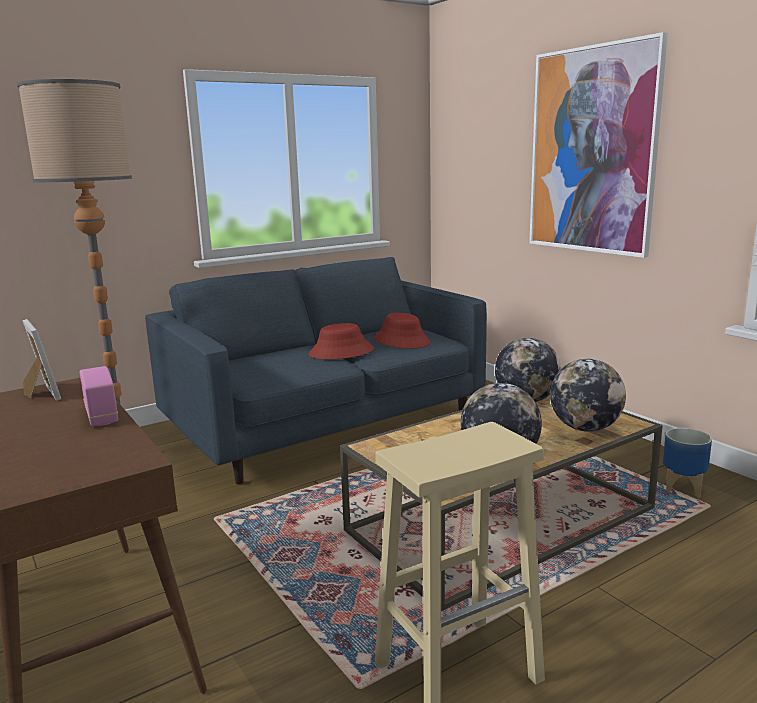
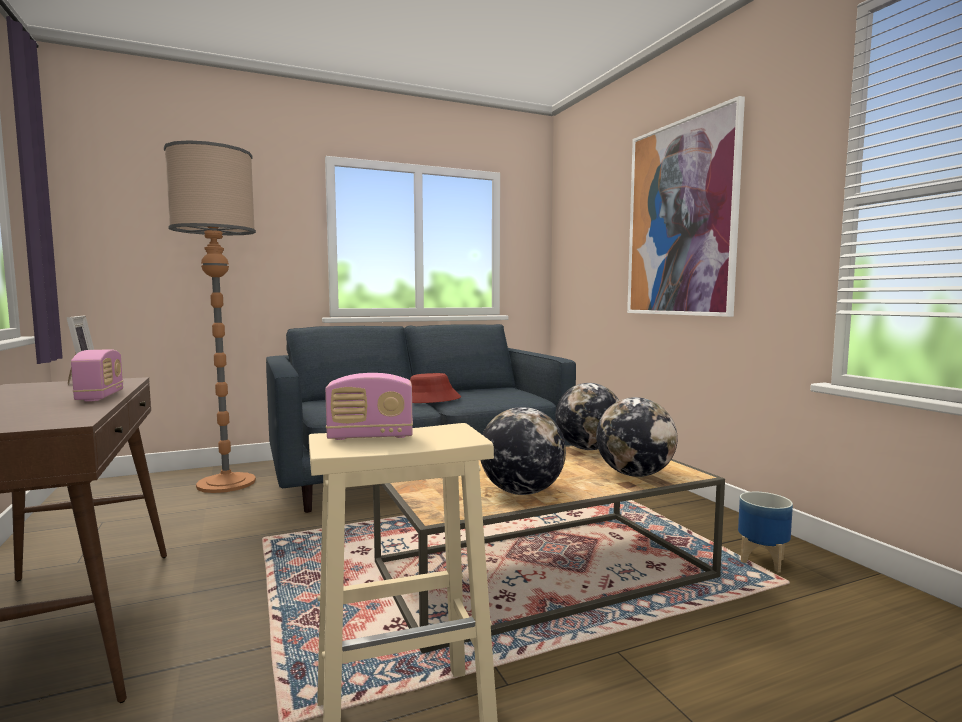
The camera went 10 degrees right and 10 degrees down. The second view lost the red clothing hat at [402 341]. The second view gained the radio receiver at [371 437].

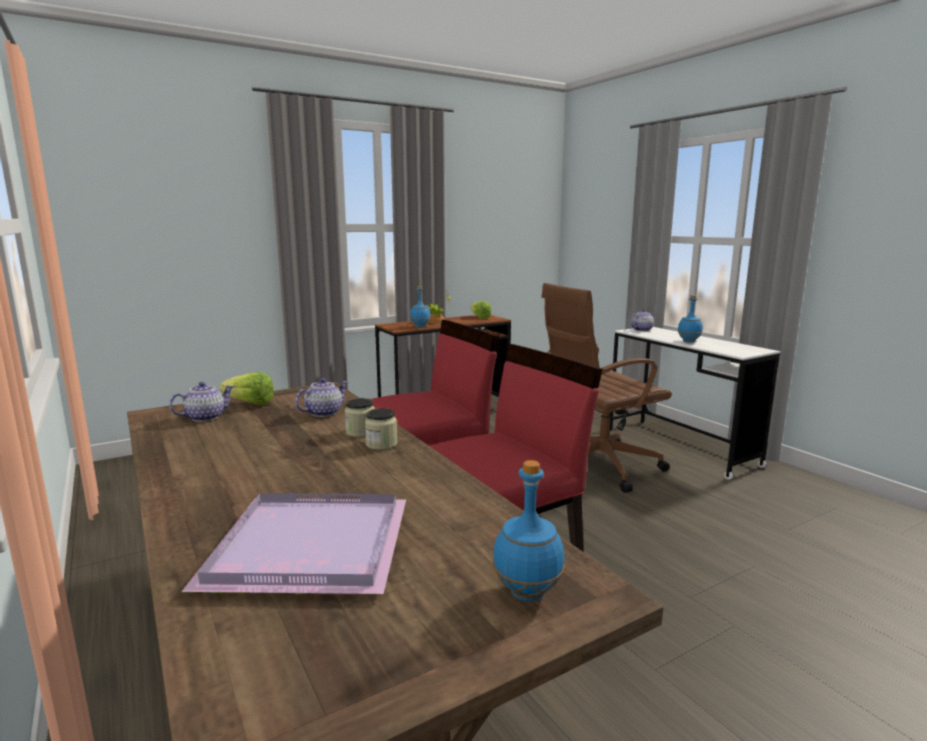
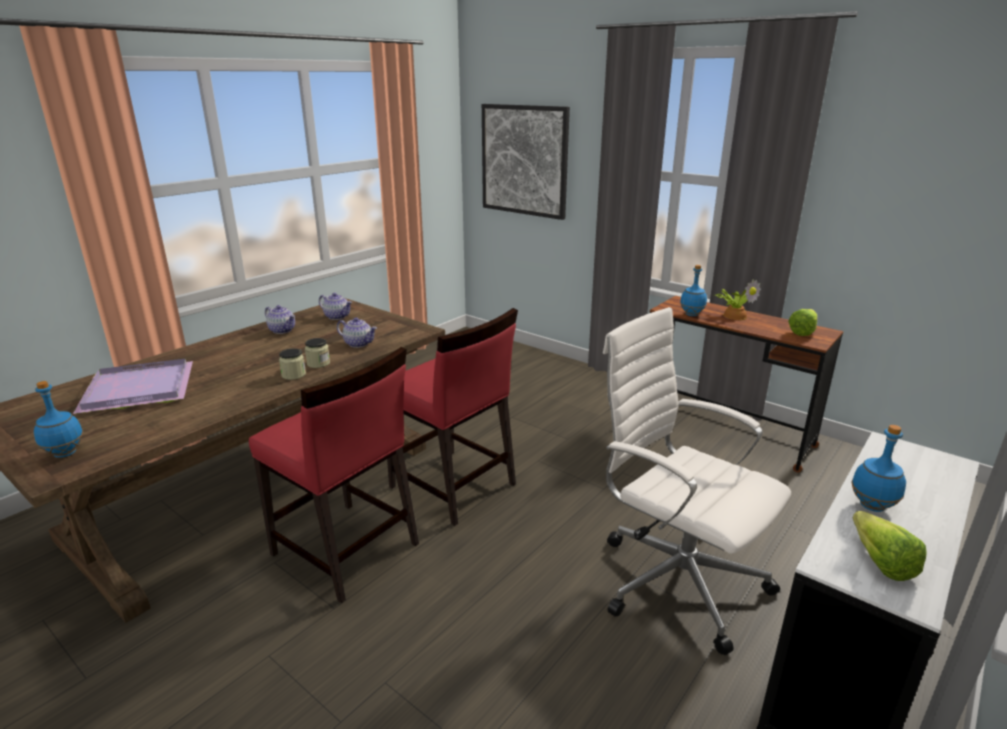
The camera went 70 degrees right and 10 degrees up. The second view gained the wall art at [524 160]. The lettuce head ended up elsewhere, having gone from [246 403] to [877 558]. The teapot ended up elsewhere, having gone from [641 330] to [282 330]. What was the brownish office chair at [598 466] turned into the white office chair at [676 579].

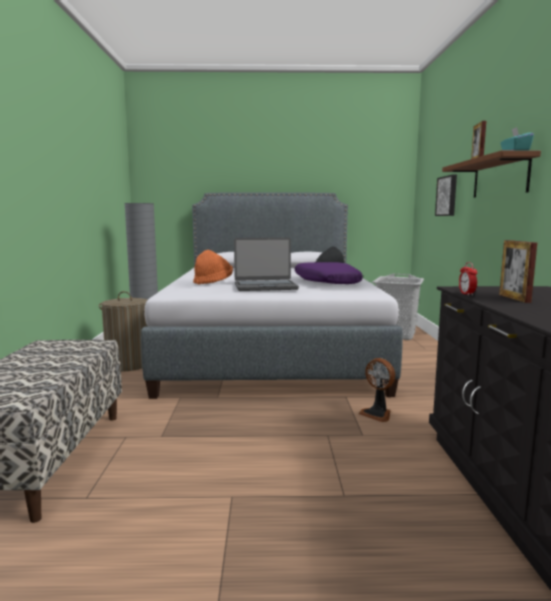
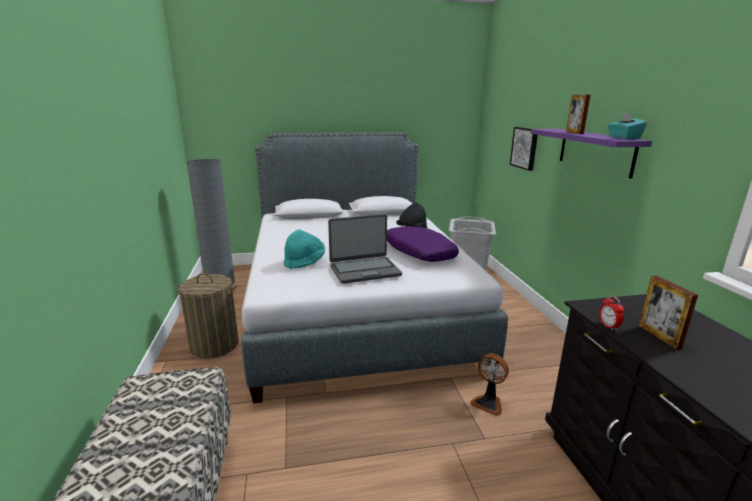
The camera went 10 degrees left and 10 degrees up. What was the orange clothing hat at [213 282] turned into the blue-green clothing hat at [304 262]. What was the brownish bracket shelf at [500 177] turned into the purplish bracket shelf at [595 151].

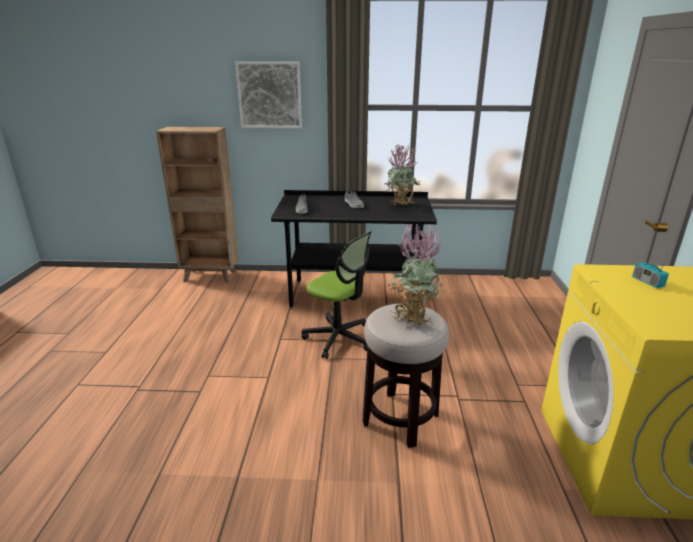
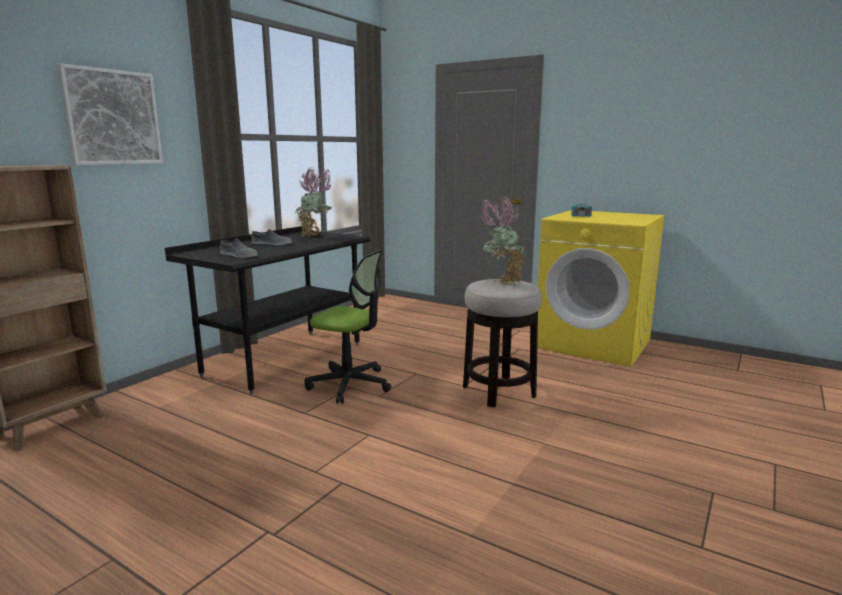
The camera went 60 degrees left and 10 degrees down. The office chair at [338 338] ended up facing another way, 45 degrees clockwise from before.

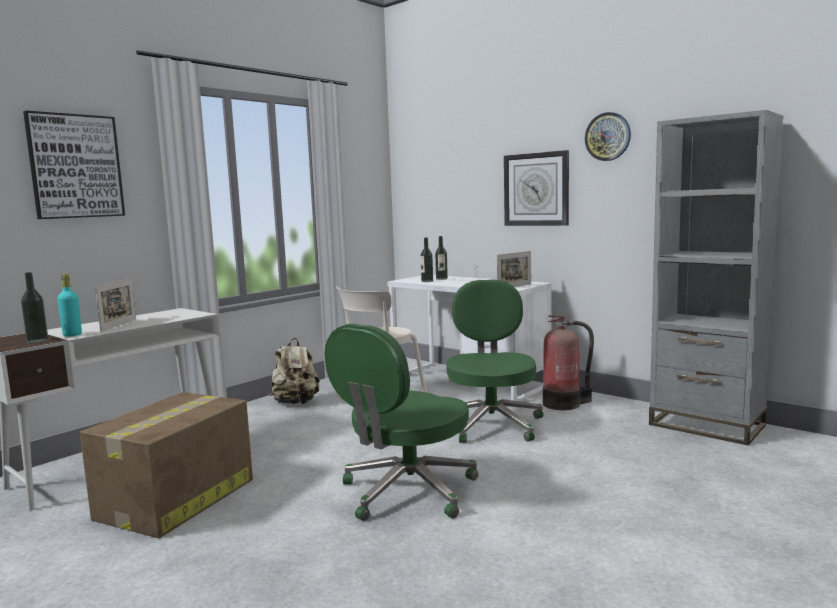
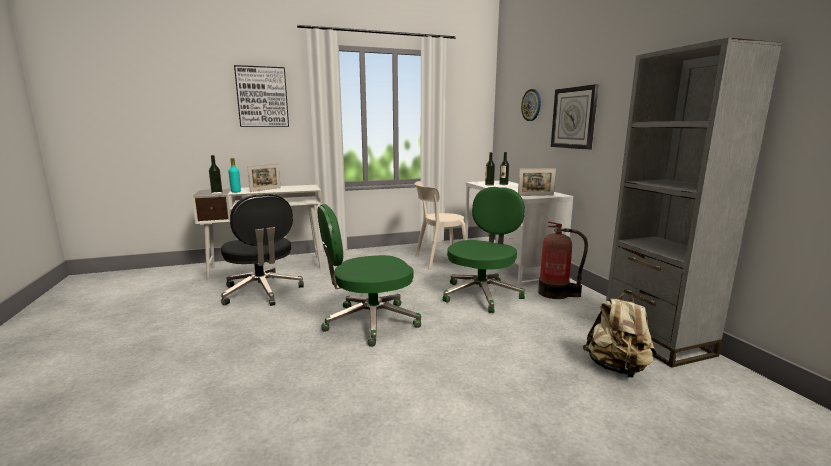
The camera went 30 degrees right and 5 degrees up. The beige backpack ended up elsewhere, having gone from [296 403] to [616 368]. The hanging clock ended up elsewhere, having gone from [608 136] to [531 105]. Where the carton stood at [175 500], the black office chair came to stand at [262 292].

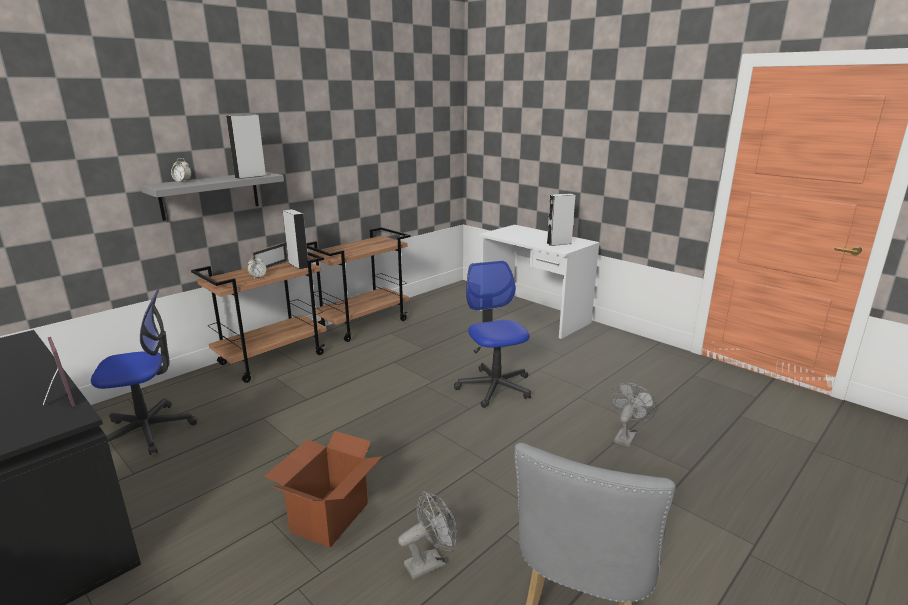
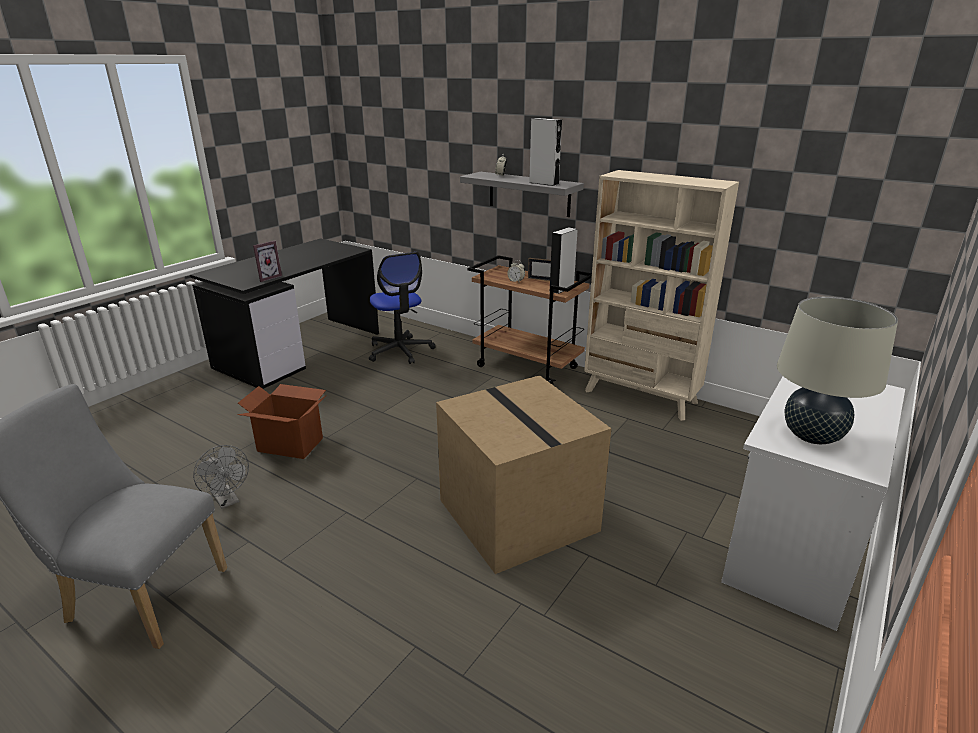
The camera went 80 degrees right and 5 degrees up. The second view lost the grey fan at [626 436]. Where the brownish cart stood at [363 324], the beige shelving unit came to stand at [640 397]. Where the office chair stood at [494 387], the carton came to stand at [520 515]. Where the grey speaker stood at [559 243], the beige lamp for a table came to stand at [812 436].

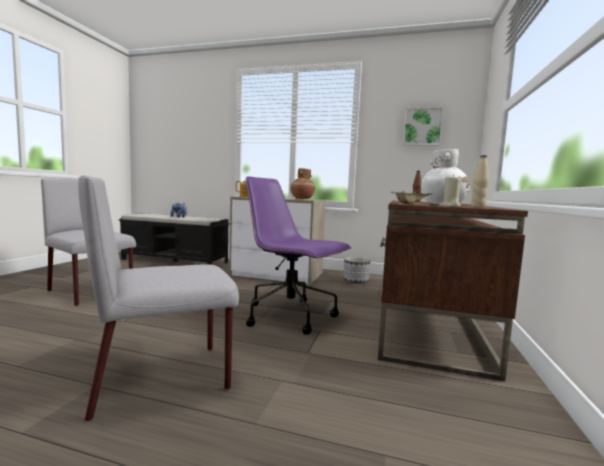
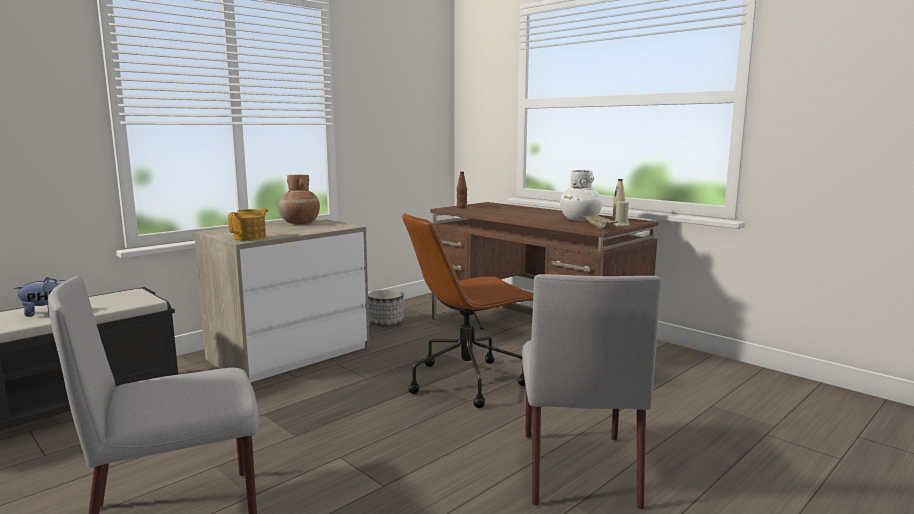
The camera went 60 degrees left and 5 degrees up. The second view lost the wall art at [422 127]. What was the purplish office chair at [291 316] turned into the brownish office chair at [468 381].

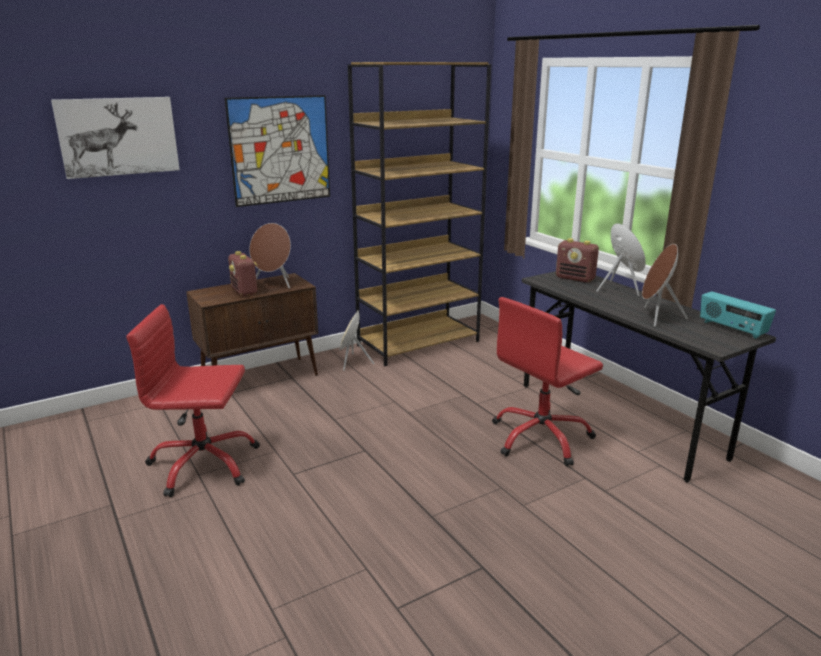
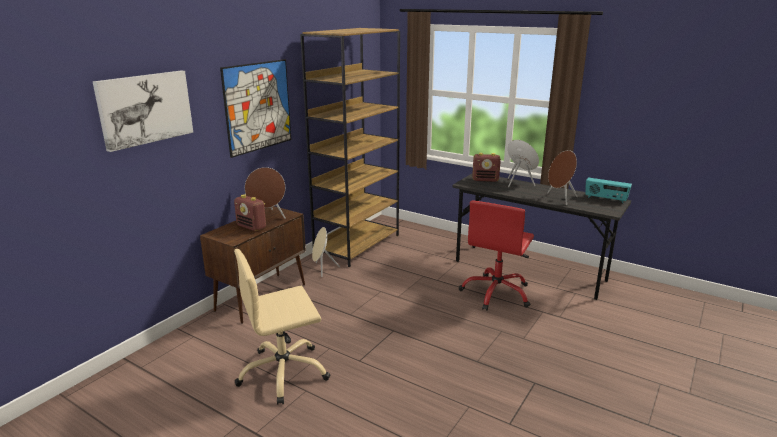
The camera went 25 degrees left and 0 degrees up. What was the red office chair at [203 464] turned into the beige office chair at [283 373].

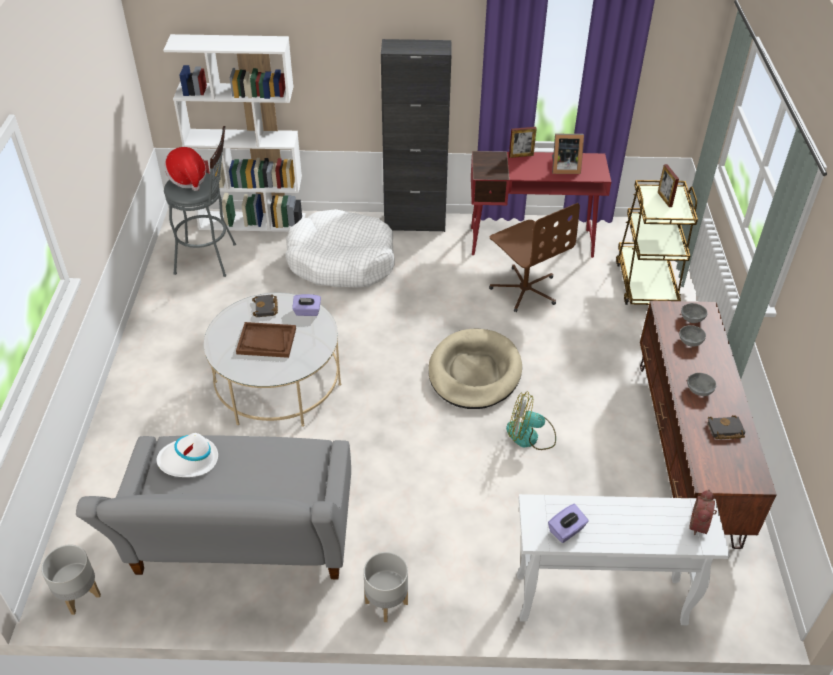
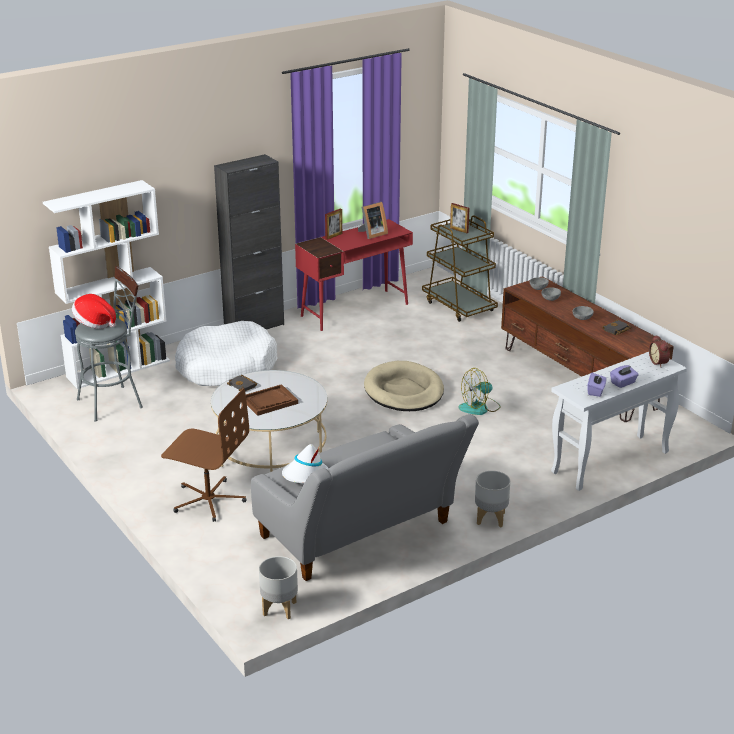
The camera went 35 degrees left and 15 degrees down. The purplish box of tissues ended up elsewhere, having gone from [307 312] to [623 383]. The brownish office chair ended up elsewhere, having gone from [525 289] to [208 500].

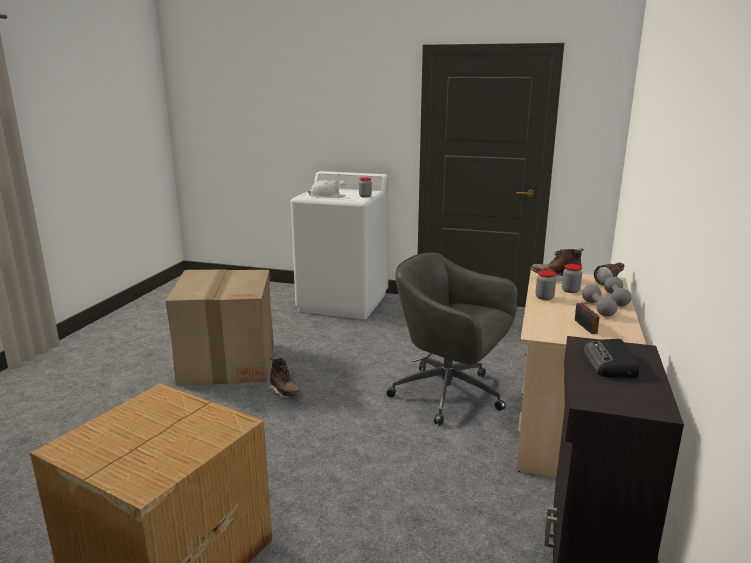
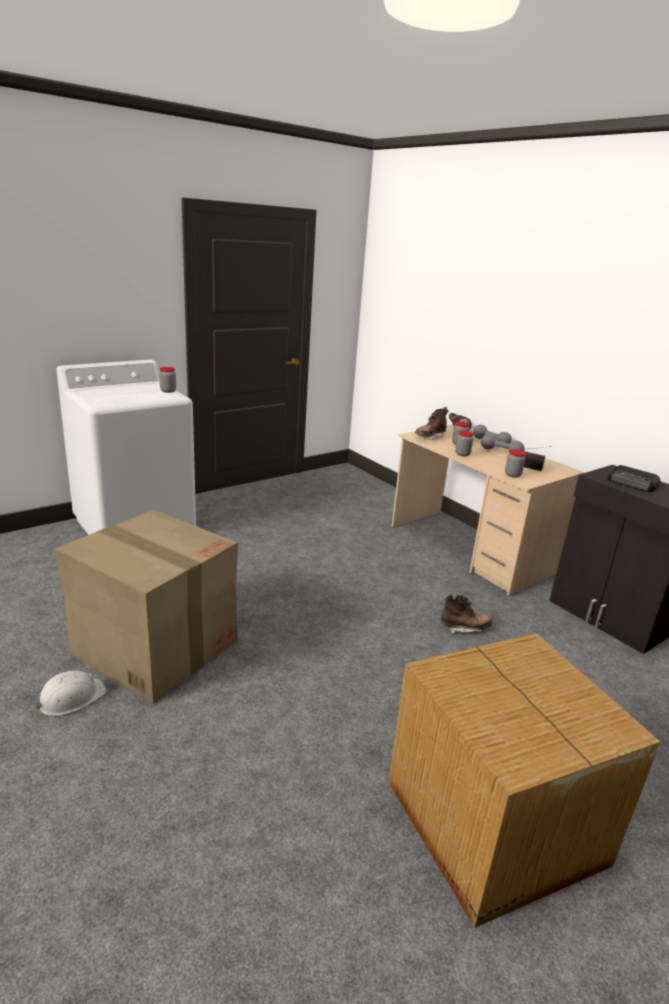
The camera went 55 degrees left and 5 degrees up. The second view lost the grey office chair at [450 395]. The second view gained the preserve jar at [512 475]. The brownish boot ended up elsewhere, having gone from [285 392] to [464 628]. The white hard hat ended up elsewhere, having gone from [326 196] to [71 698].

